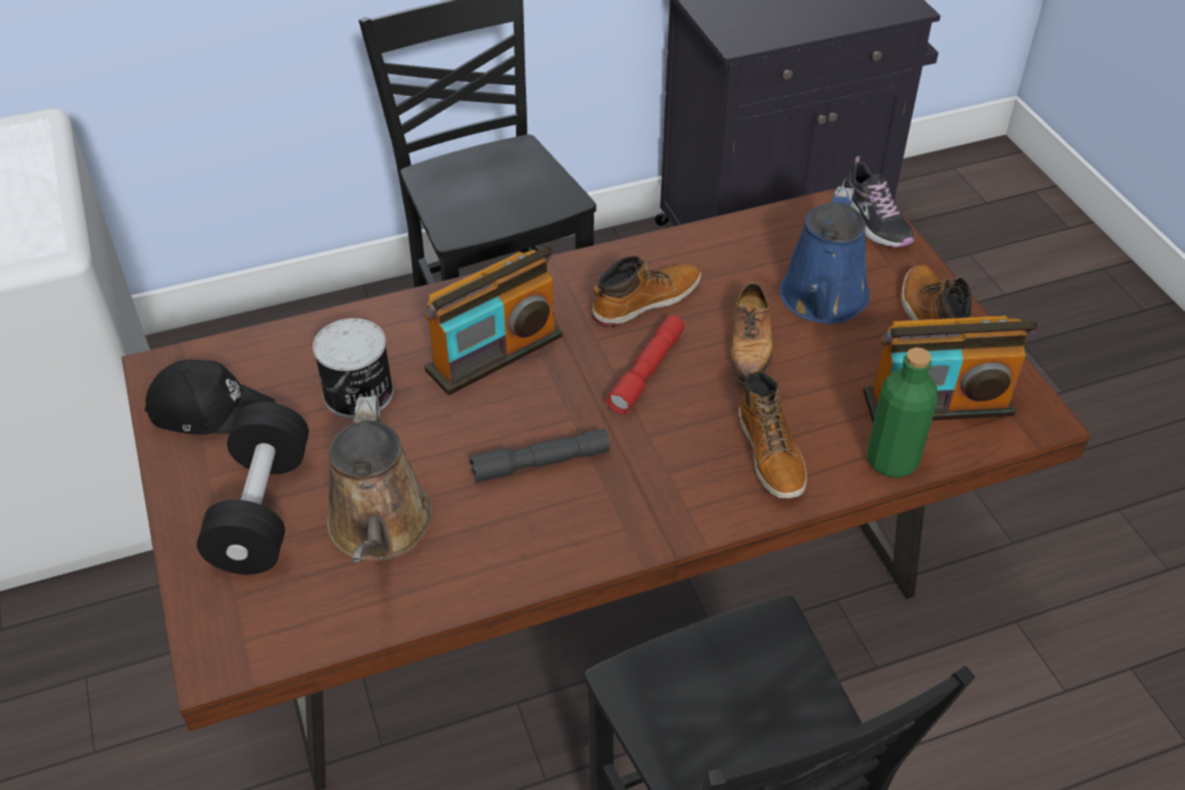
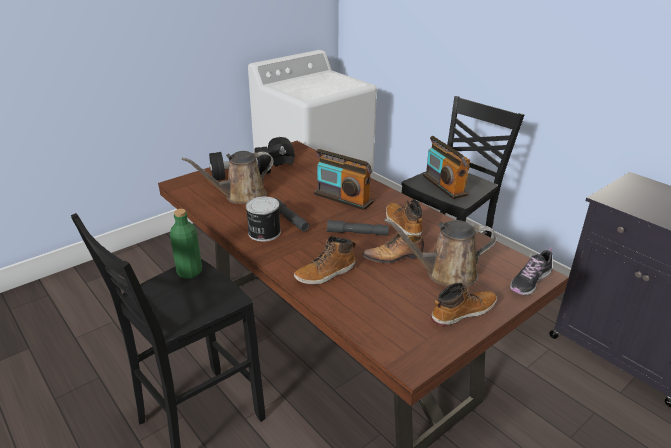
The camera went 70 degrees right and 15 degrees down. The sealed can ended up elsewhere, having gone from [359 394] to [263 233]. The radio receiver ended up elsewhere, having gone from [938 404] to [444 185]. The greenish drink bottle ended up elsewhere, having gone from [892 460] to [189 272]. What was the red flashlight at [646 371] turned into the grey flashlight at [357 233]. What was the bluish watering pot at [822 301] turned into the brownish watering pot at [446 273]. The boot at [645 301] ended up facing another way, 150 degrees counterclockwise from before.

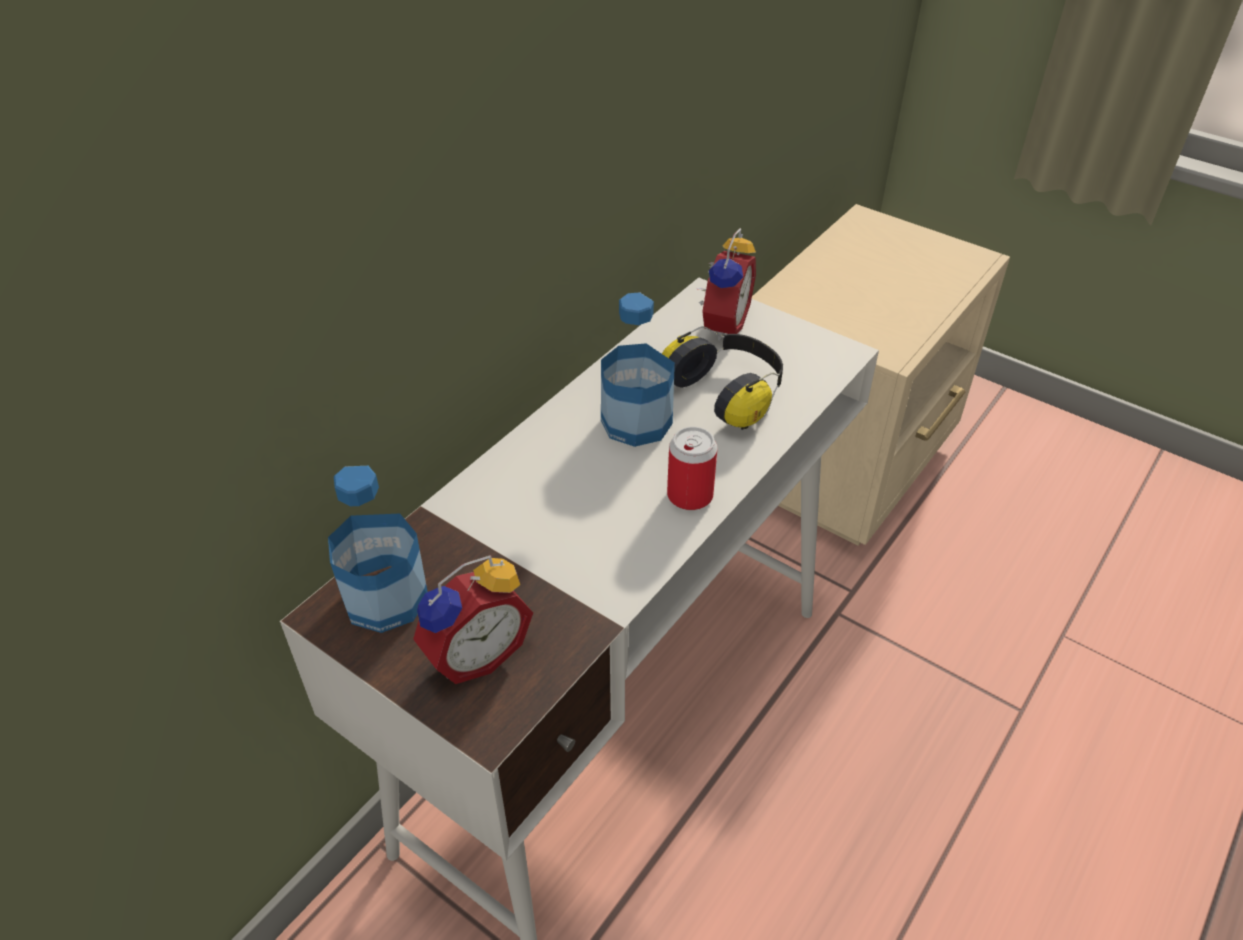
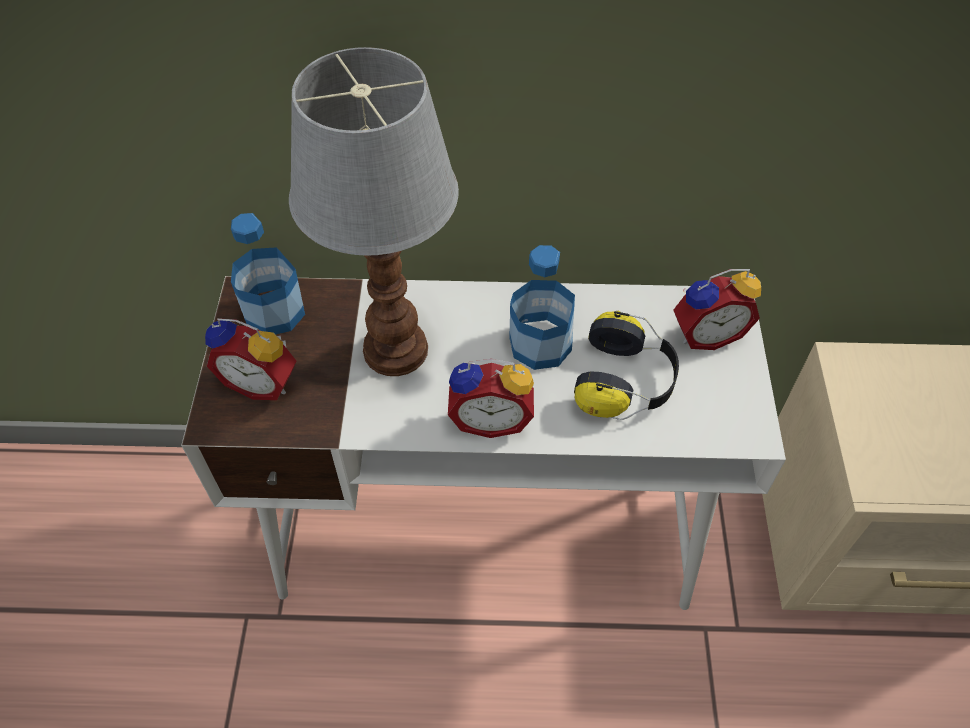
The camera went 55 degrees right and 10 degrees up. The second view gained the lamp for a table at [393 348]. Where the sealed can stood at [690 495], the bedside clock came to stand at [491 418].

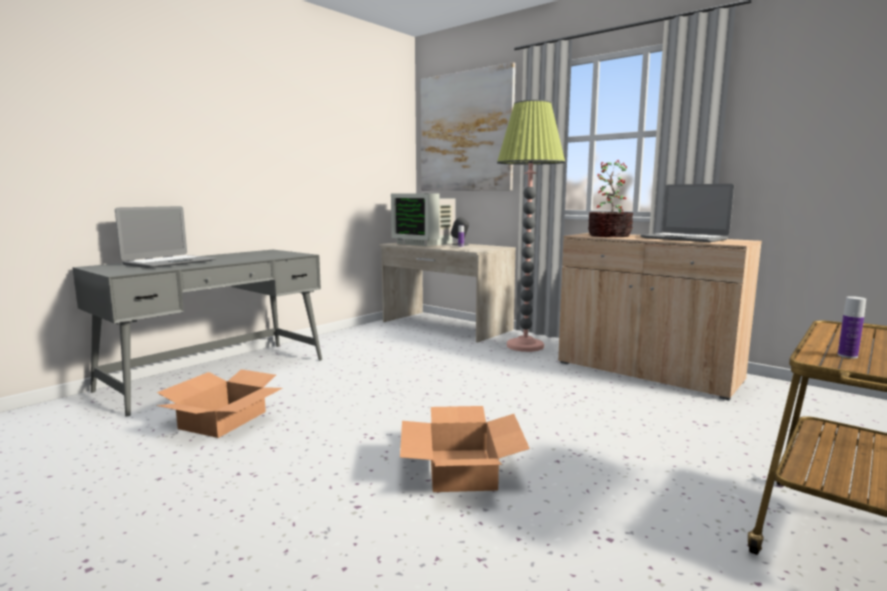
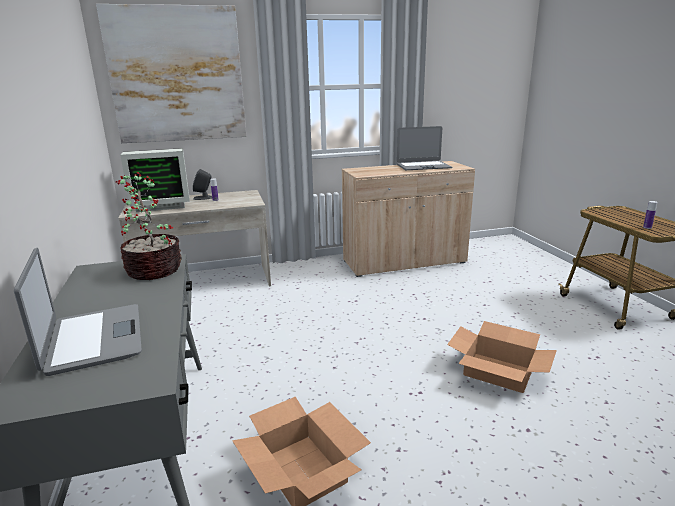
The camera went 55 degrees left and 10 degrees up. The second view lost the floor lamp at [525 346]. The houseplant ended up elsewhere, having gone from [609 235] to [153 270].

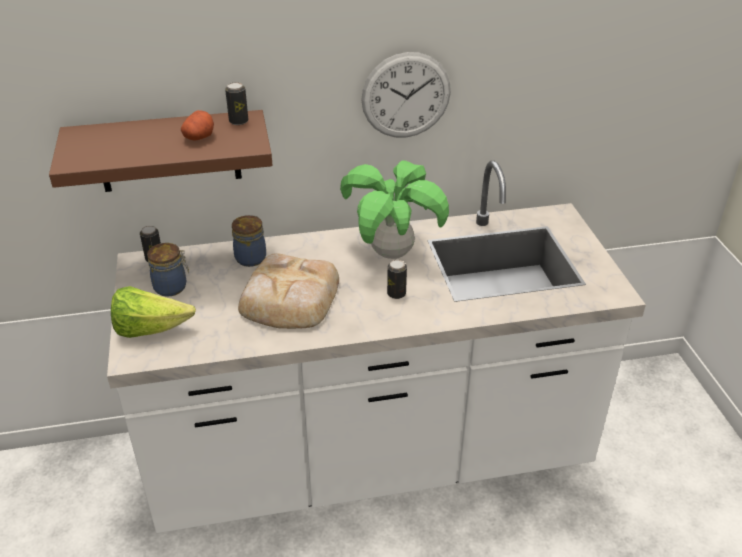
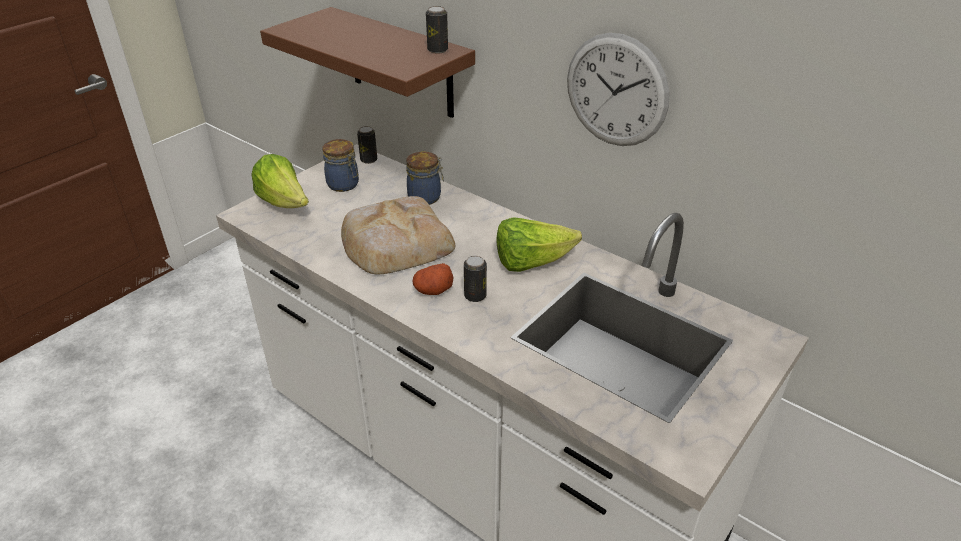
The camera went 50 degrees right and 0 degrees up. The potato ended up elsewhere, having gone from [199 137] to [433 290]. Where the houseplant stood at [391 253], the lettuce head came to stand at [531 262].

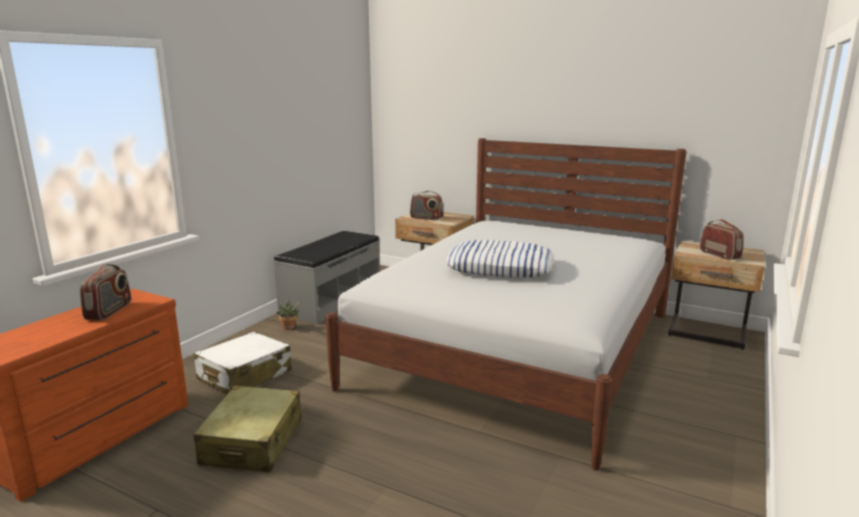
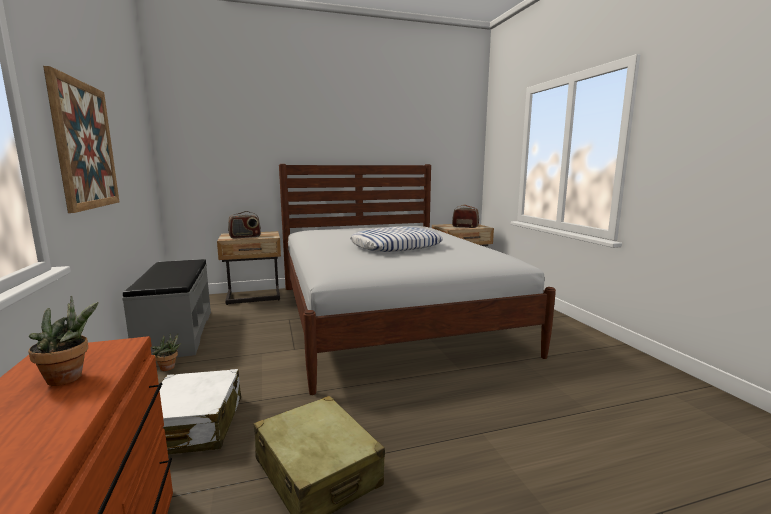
The camera went 45 degrees left and 5 degrees down. The second view gained the wall art at [85 145]. Where the radio receiver stood at [109 311], the houseplant came to stand at [70 378].

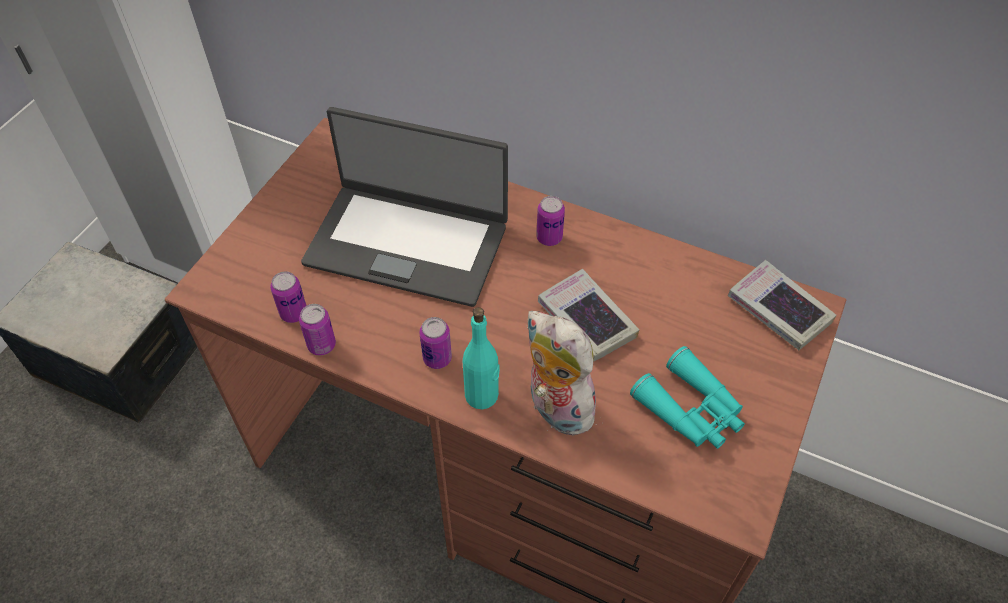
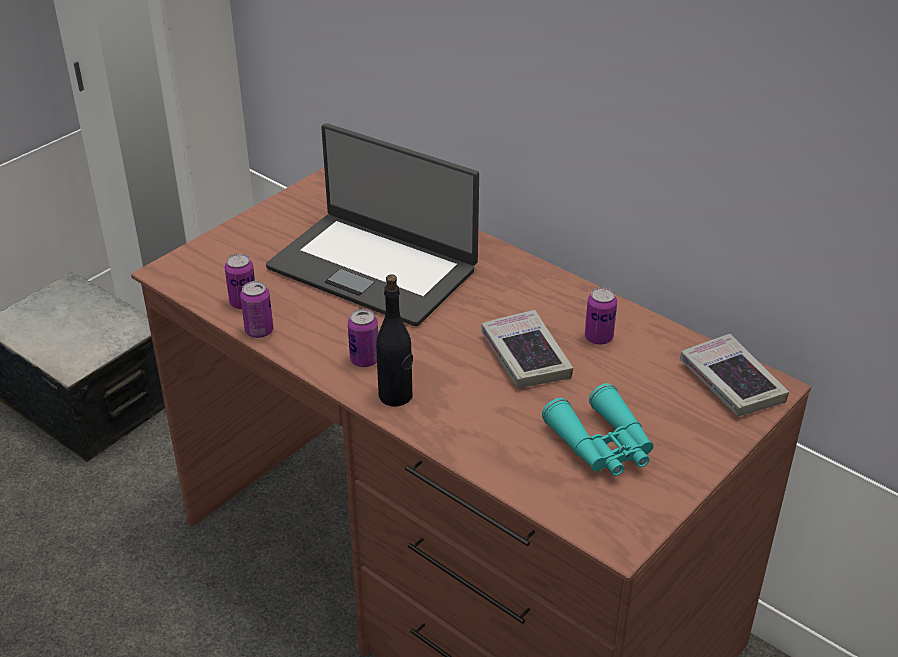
The camera went 15 degrees right and 15 degrees down. The second view lost the cuddly toy at [555 408]. The sealed can ended up elsewhere, having gone from [549 237] to [598 338]. What was the blue-green drink bottle at [482 395] turned into the black drink bottle at [396 396].

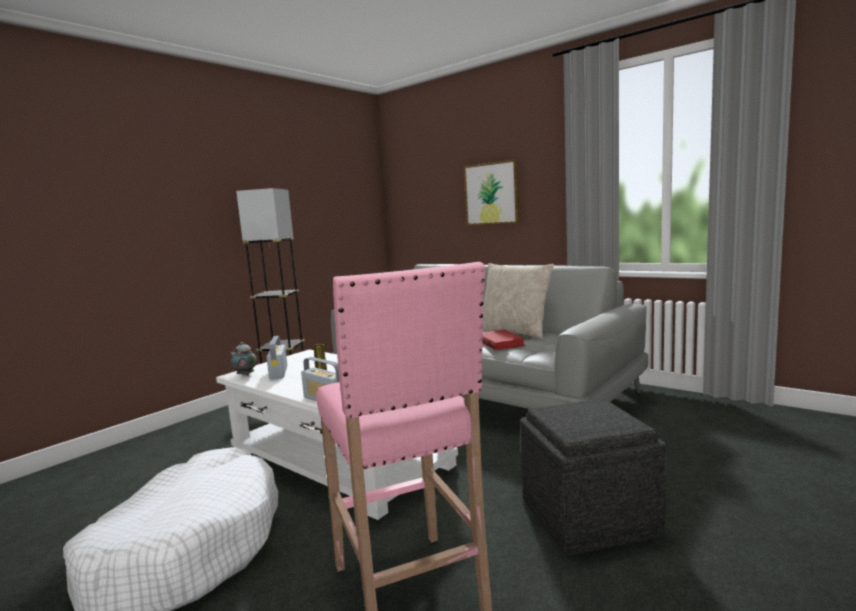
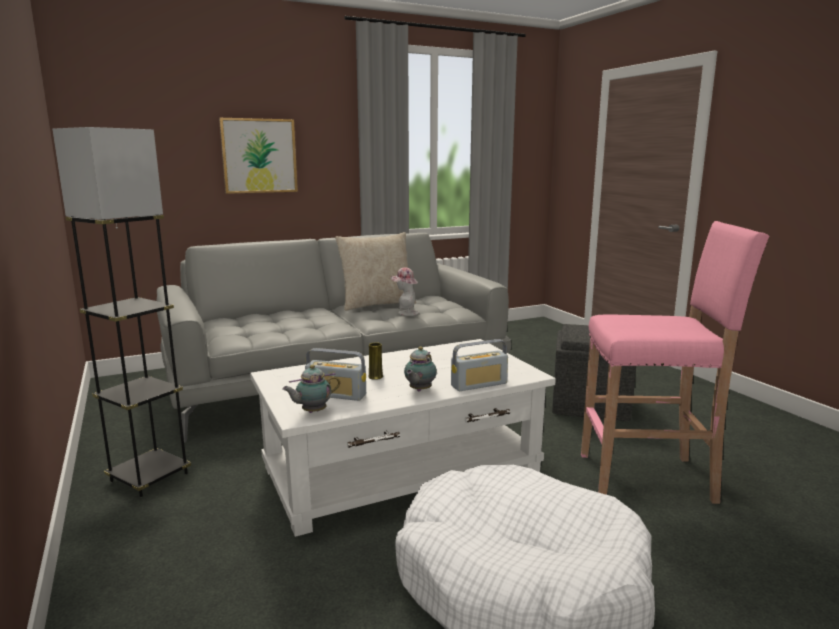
The camera went 65 degrees left and 5 degrees up. The second view gained the teapot at [419 390]. Where the red volume stood at [499 343], the clothing hat came to stand at [405 313].

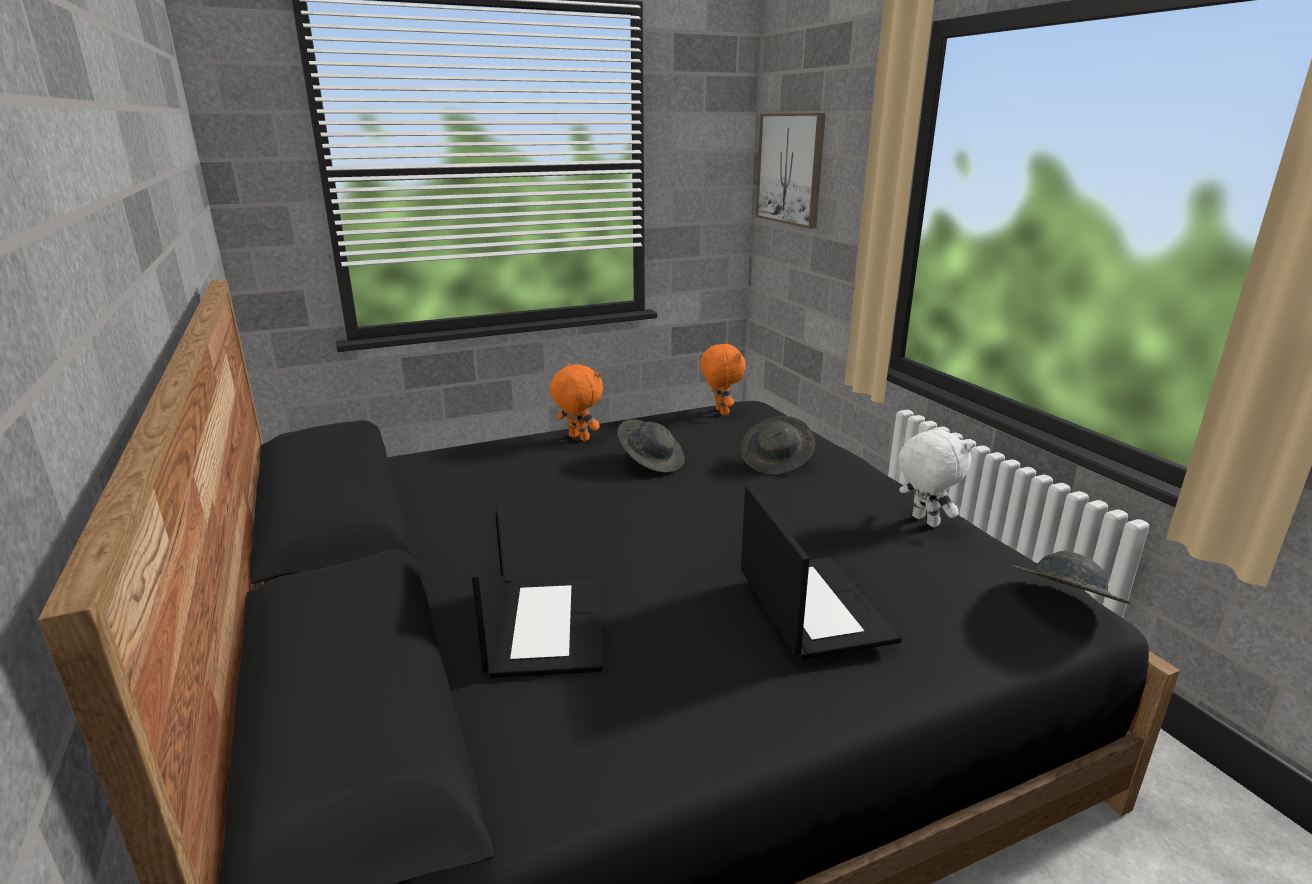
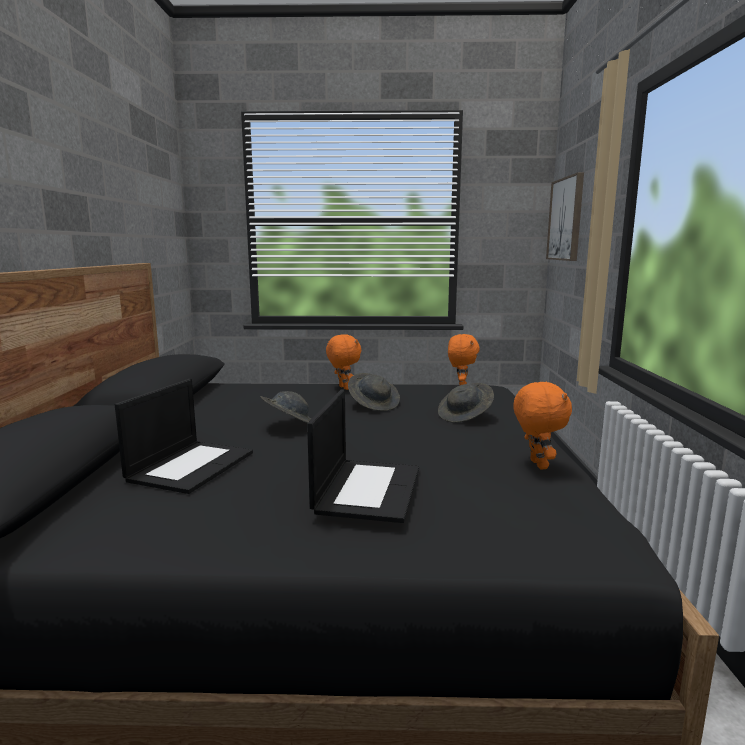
The camera went 25 degrees right and 10 degrees down. The grey clothing hat ended up elsewhere, having gone from [1062 605] to [288 425]. What was the white cuddly toy at [923 521] turned into the orange cuddly toy at [536 464].

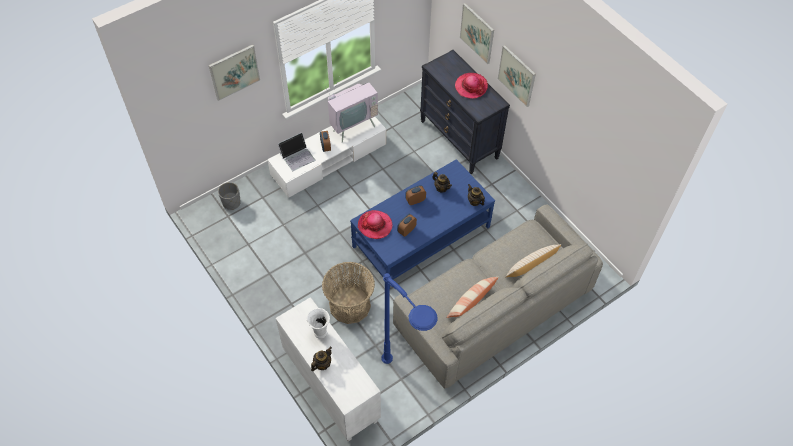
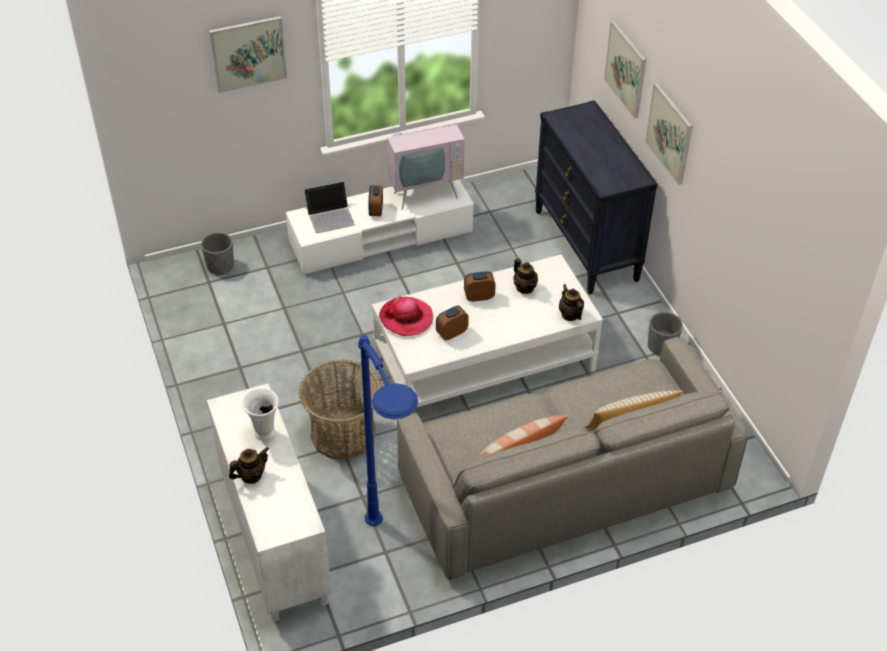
The camera went 15 degrees right and 10 degrees down. The second view lost the clothing hat at [471 86]. The second view gained the grey plant pot at [661 346]. What was the bluish coffee table at [421 237] turned into the white coffee table at [484 363].

